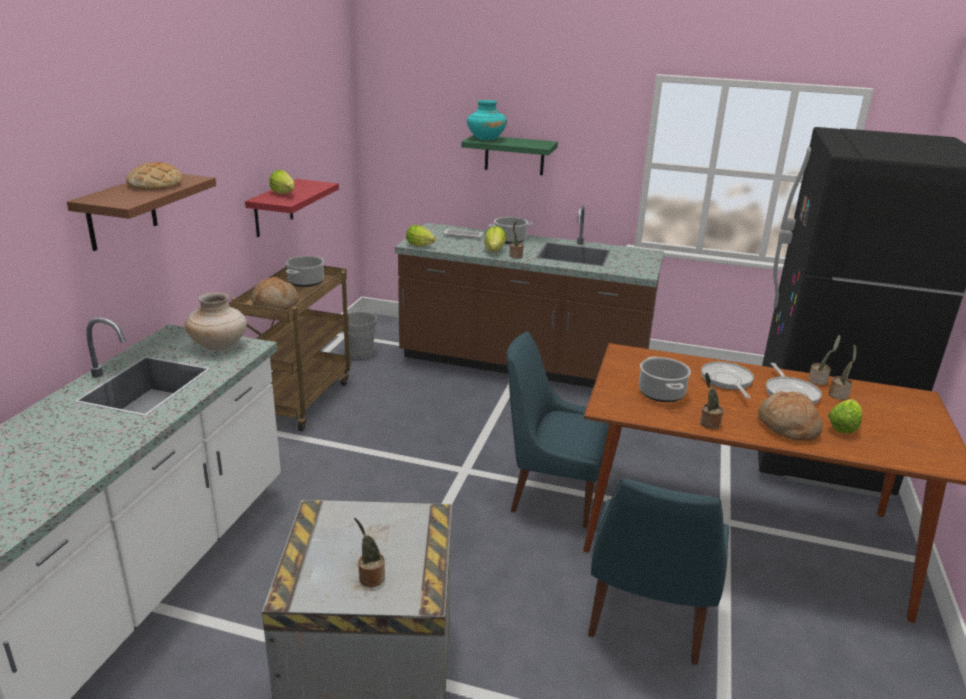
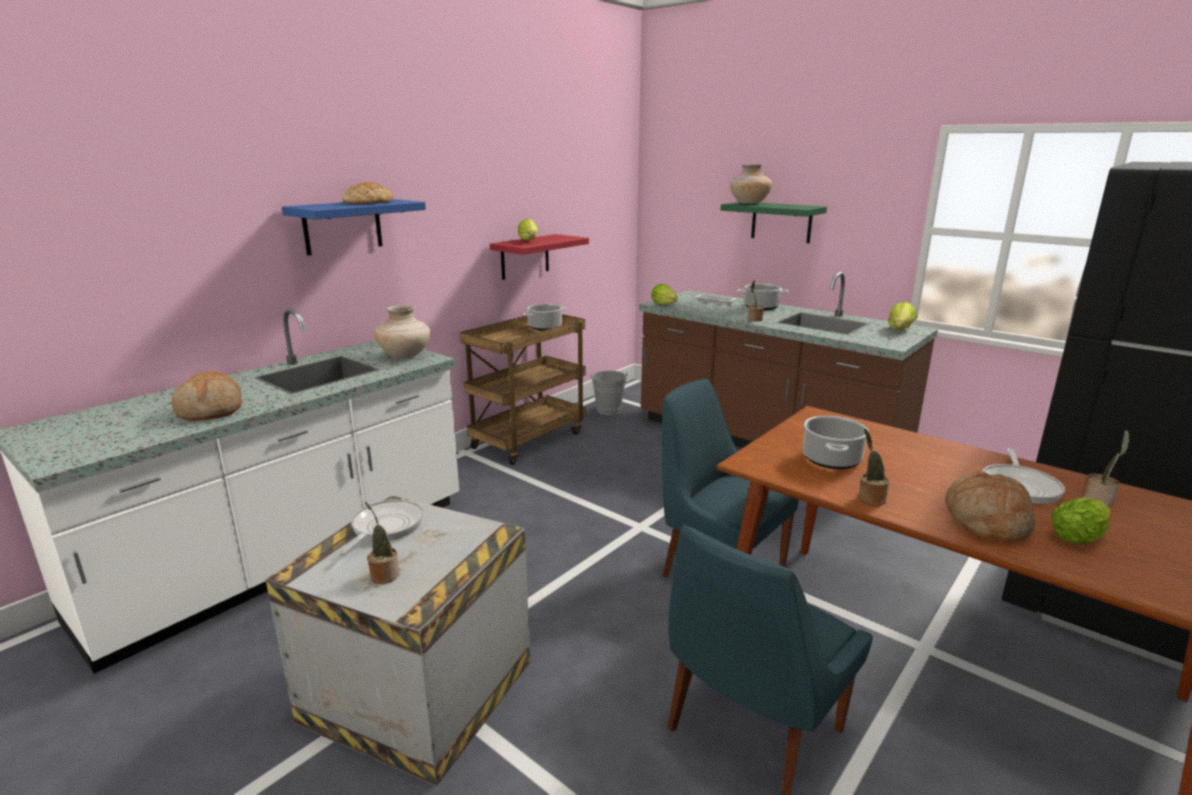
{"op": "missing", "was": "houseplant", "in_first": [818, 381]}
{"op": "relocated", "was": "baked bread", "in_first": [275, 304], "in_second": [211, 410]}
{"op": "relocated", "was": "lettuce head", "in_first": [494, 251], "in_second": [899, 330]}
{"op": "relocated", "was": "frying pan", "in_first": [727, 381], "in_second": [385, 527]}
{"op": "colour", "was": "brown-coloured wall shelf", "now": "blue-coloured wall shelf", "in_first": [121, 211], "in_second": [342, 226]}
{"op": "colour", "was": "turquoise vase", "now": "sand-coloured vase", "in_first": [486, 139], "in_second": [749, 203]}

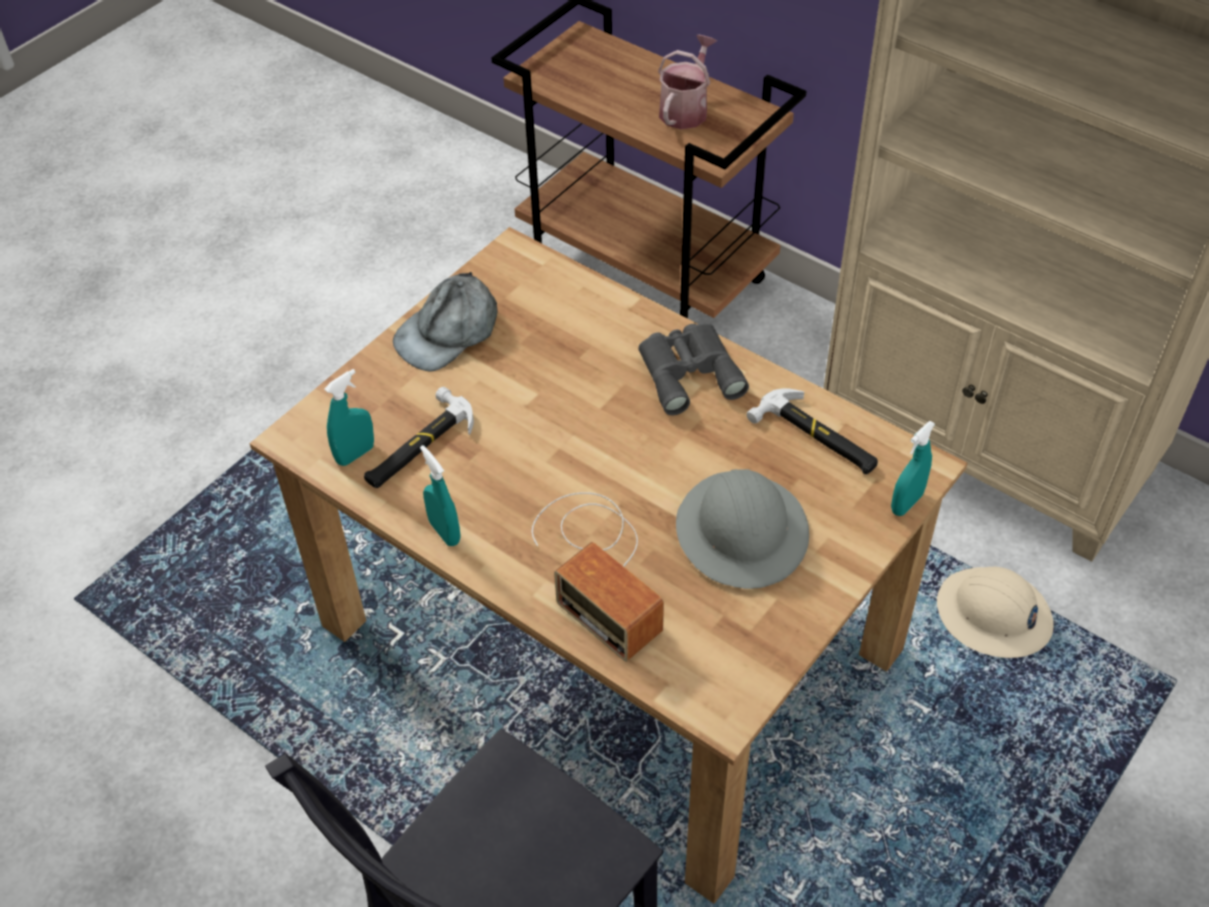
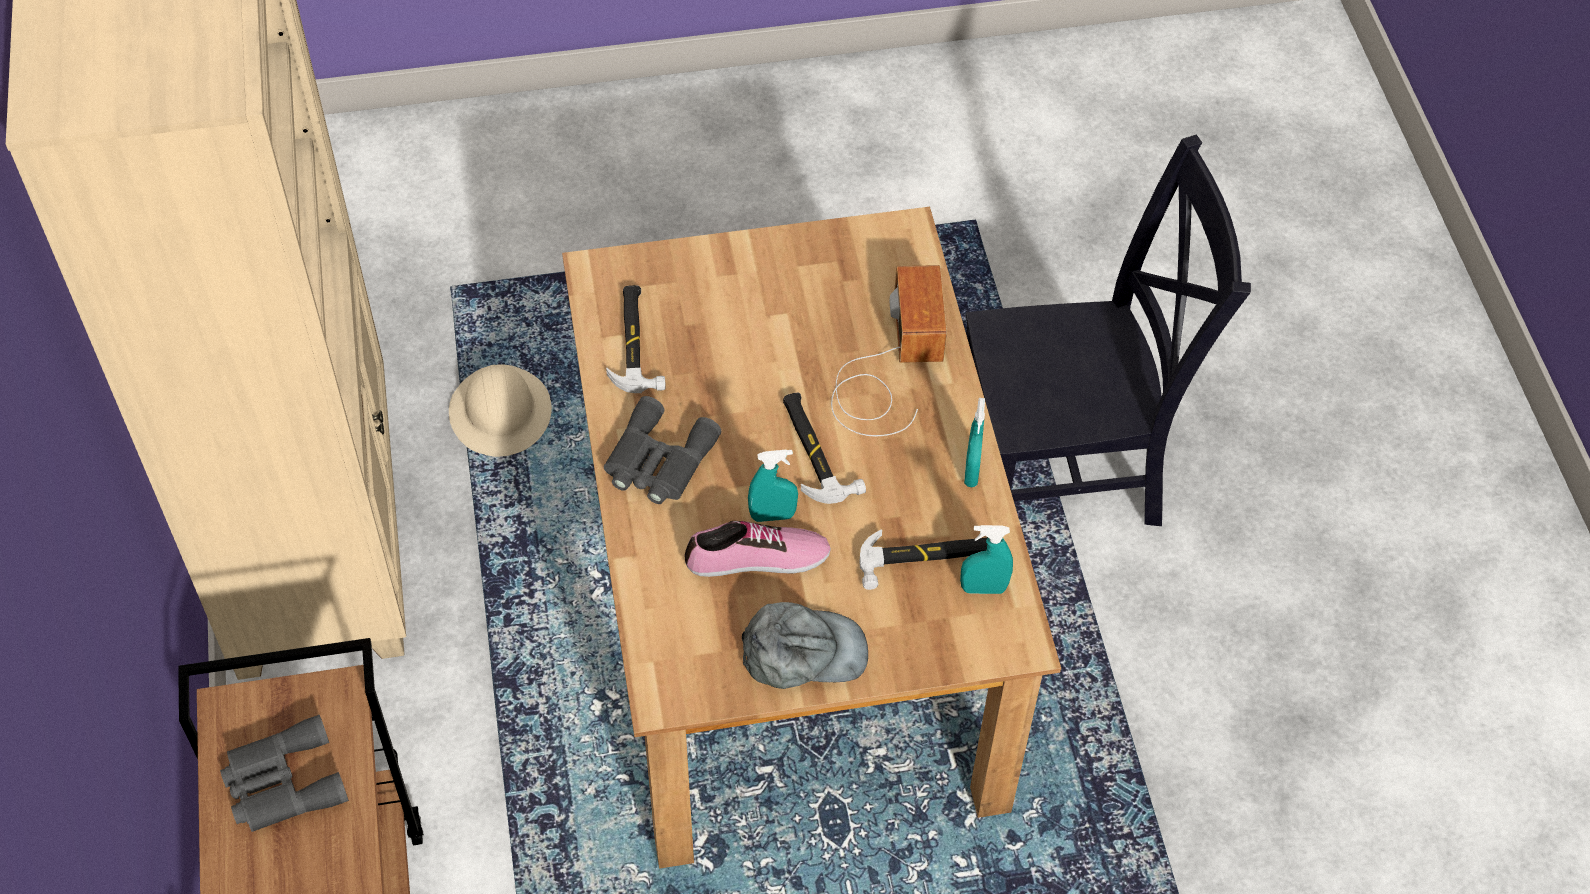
{"op": "missing", "was": "greyish safety helmet", "in_first": [742, 531]}
{"op": "appeared", "now": "item of footwear", "in_second": [757, 559]}
{"op": "appeared", "now": "hammer", "in_second": [815, 450]}
{"op": "relocated", "was": "turquoise sprayer", "in_first": [906, 503], "in_second": [772, 516]}
{"op": "exchanged", "was": "watering pot", "now": "greyish binoculars", "in_first": [686, 109], "in_second": [281, 783]}

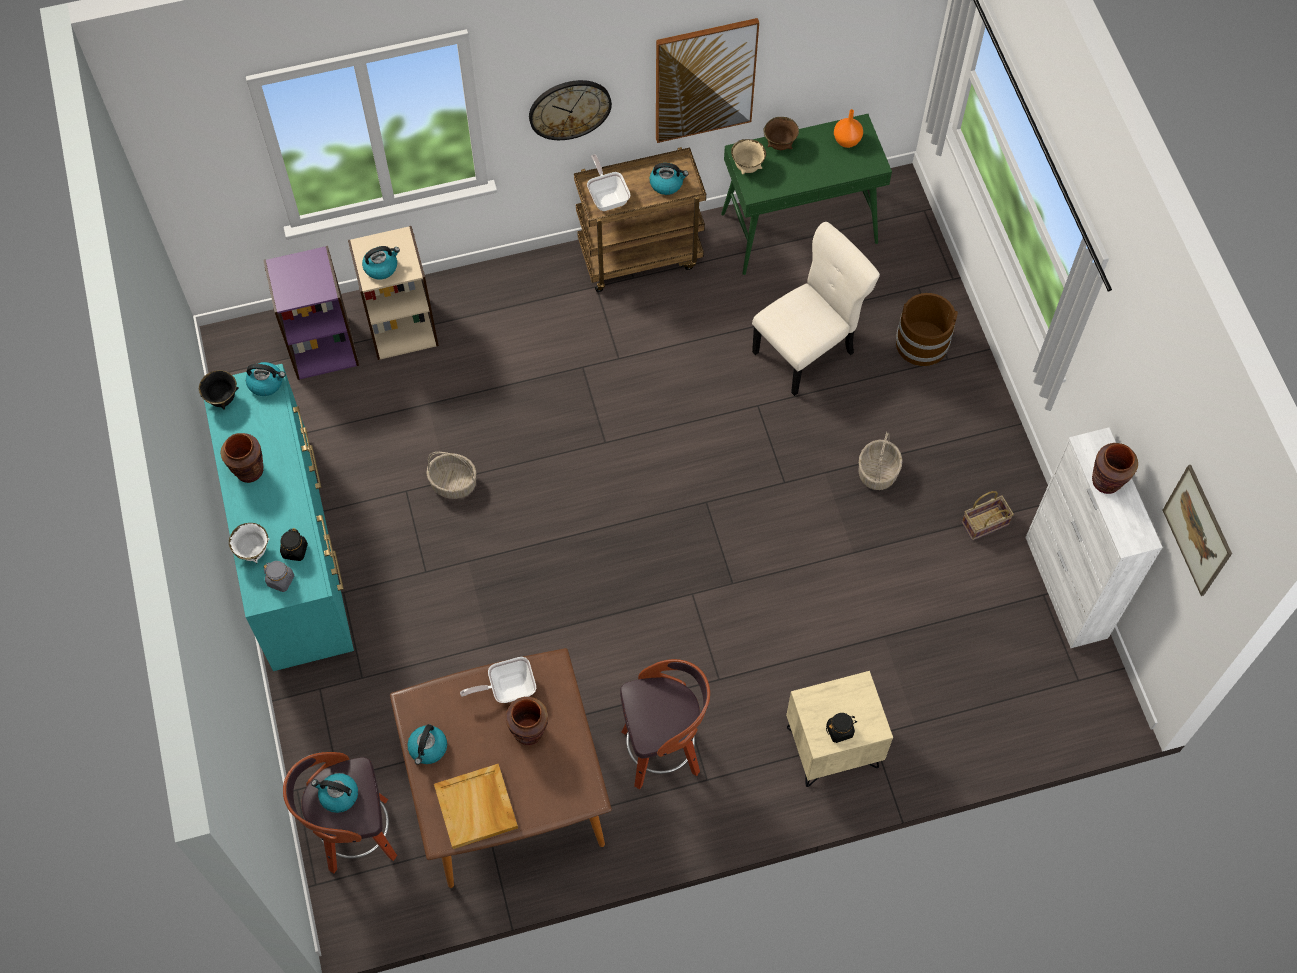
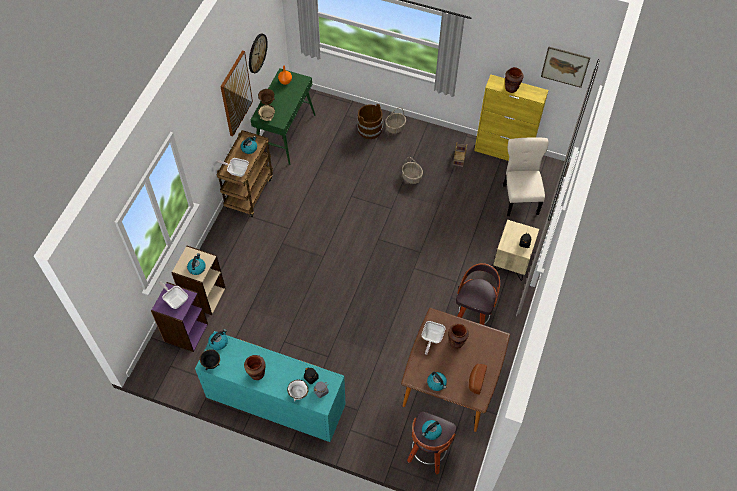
{"op": "appeared", "now": "frying pan", "in_second": [175, 299]}
{"op": "relocated", "was": "basket", "in_first": [453, 483], "in_second": [395, 127]}
{"op": "relocated", "was": "wall clock", "in_first": [569, 109], "in_second": [257, 53]}
{"op": "relocated", "was": "sand-coloured chair", "in_first": [807, 351], "in_second": [520, 198]}
{"op": "exchanged", "was": "sand-coloured tray", "now": "baked bread", "in_first": [477, 807], "in_second": [476, 380]}
{"op": "colour", "was": "white storage cabinet", "now": "yellow-coloured storage cabinet", "in_first": [1066, 588], "in_second": [503, 152]}

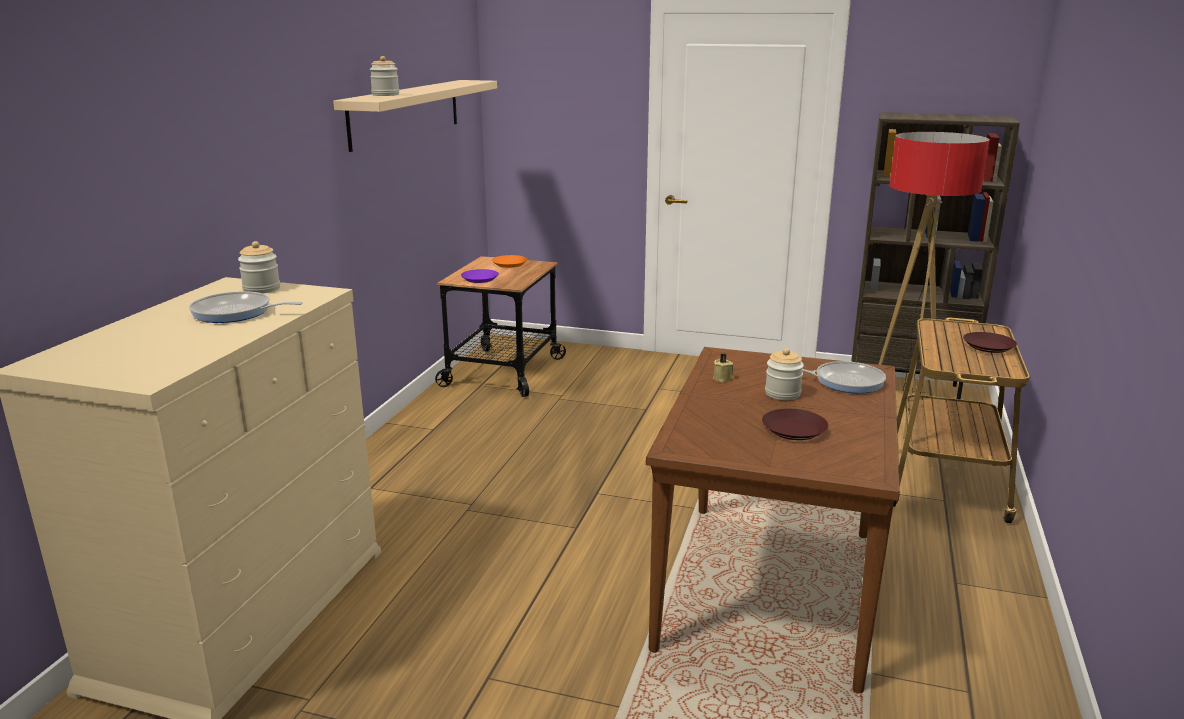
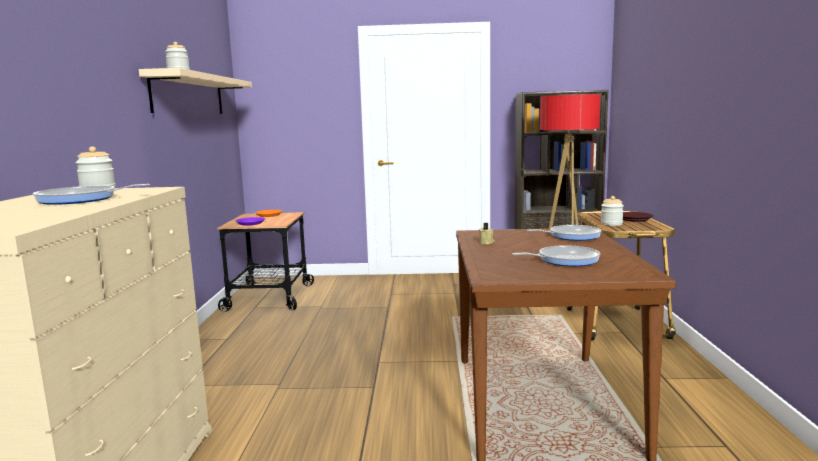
{"op": "relocated", "was": "jar", "in_first": [782, 393], "in_second": [611, 224]}
{"op": "exchanged", "was": "brown-coloured dinner plate", "now": "frying pan", "in_first": [793, 429], "in_second": [564, 260]}

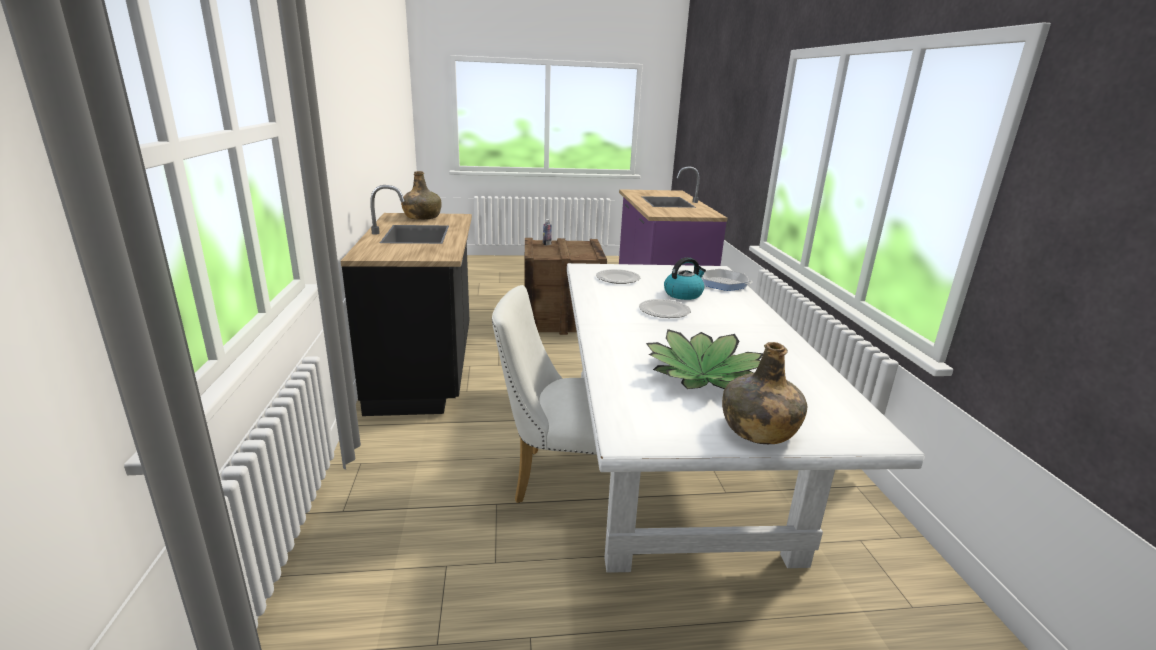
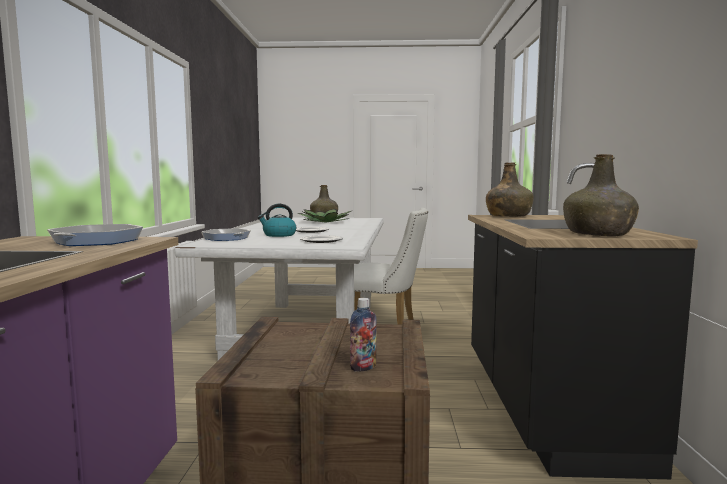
{"op": "appeared", "now": "frying pan", "in_second": [97, 241]}
{"op": "appeared", "now": "green drink bottle", "in_second": [508, 216]}

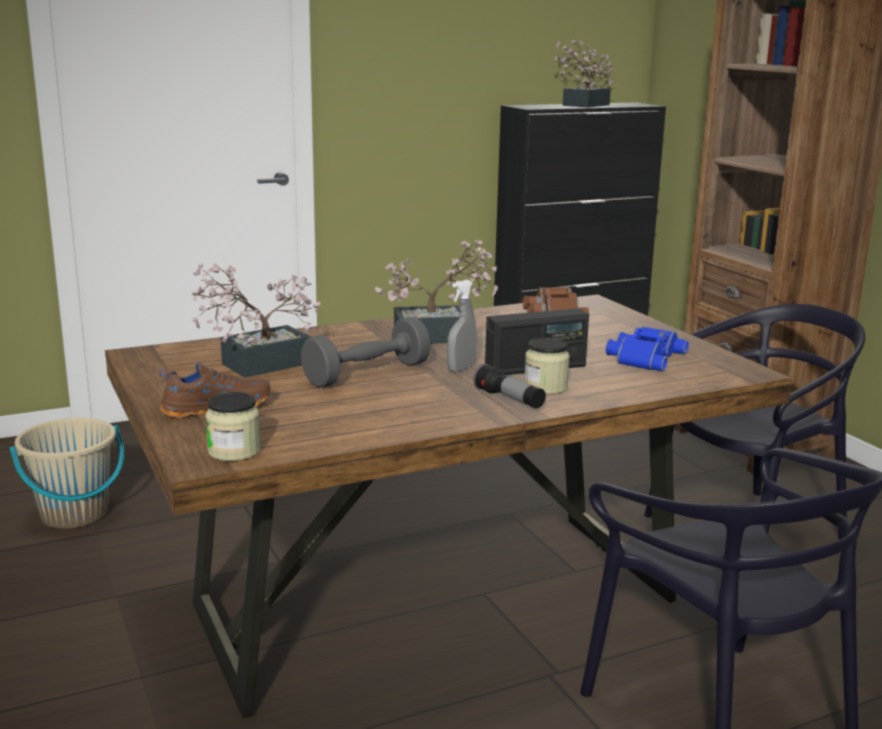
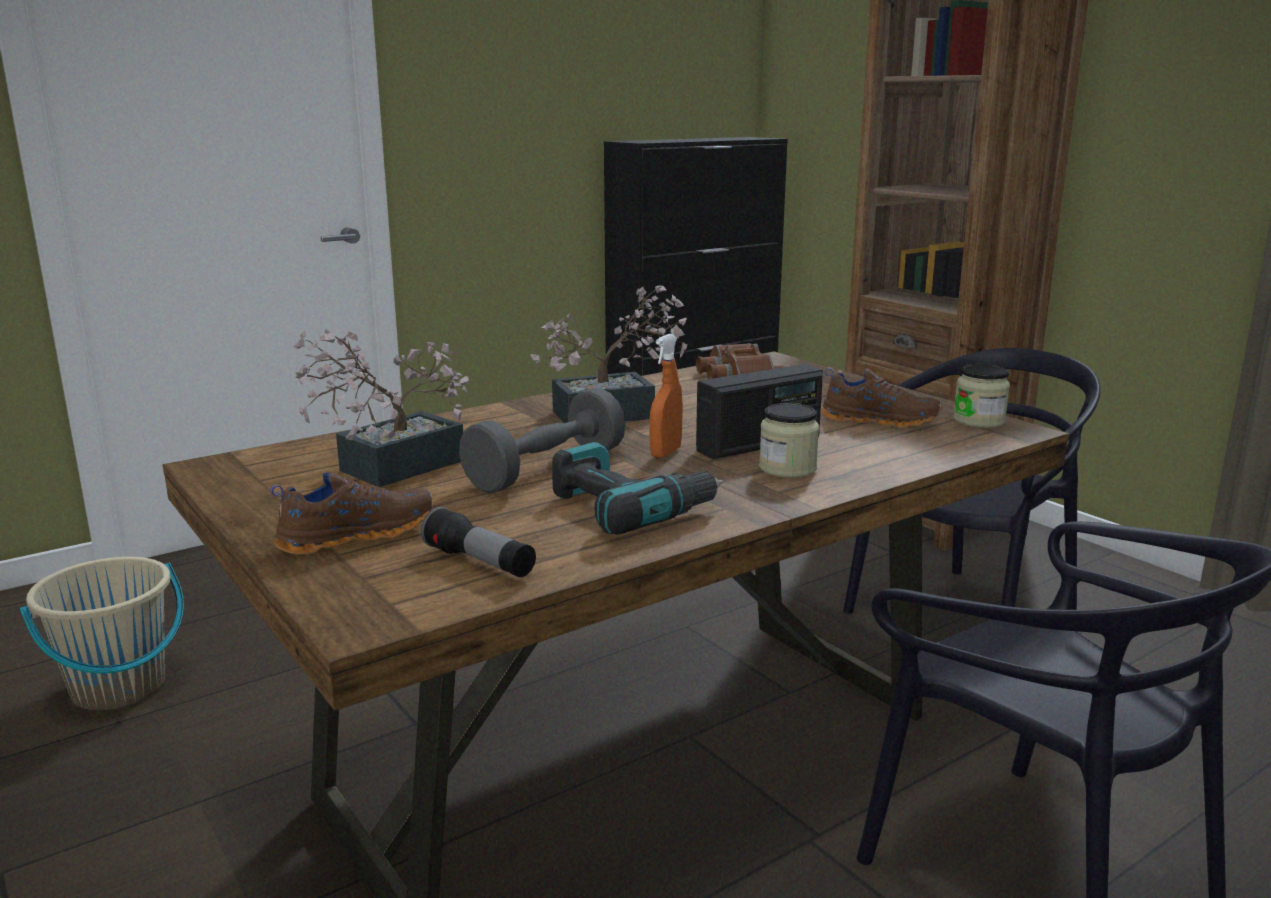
{"op": "missing", "was": "houseplant", "in_first": [582, 105]}
{"op": "appeared", "now": "drill", "in_second": [630, 507]}
{"op": "relocated", "was": "jar", "in_first": [234, 451], "in_second": [979, 421]}
{"op": "relocated", "was": "torch", "in_first": [509, 399], "in_second": [480, 562]}
{"op": "exchanged", "was": "blue-coloured binoculars", "now": "brown-coloured item of footwear", "in_first": [643, 357], "in_second": [879, 420]}
{"op": "colour", "was": "greyish sprayer", "now": "orange-coloured sprayer", "in_first": [461, 369], "in_second": [665, 453]}

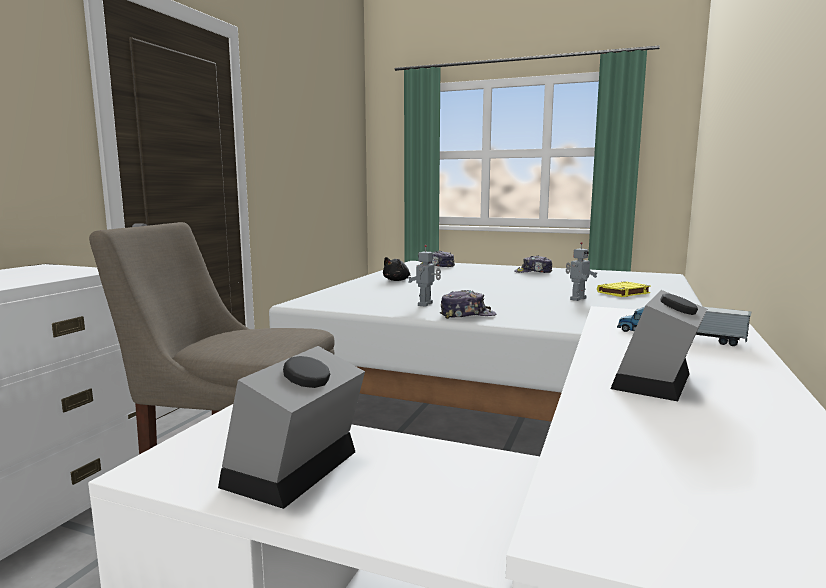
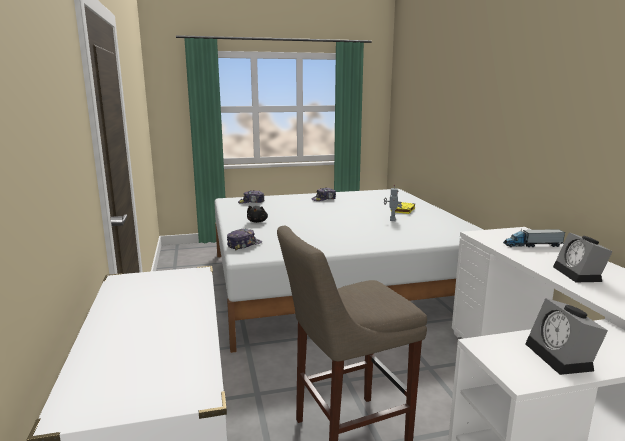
{"op": "missing", "was": "model robot", "in_first": [426, 304]}
{"op": "relocated", "was": "baseball cap", "in_first": [467, 315], "in_second": [244, 245]}

